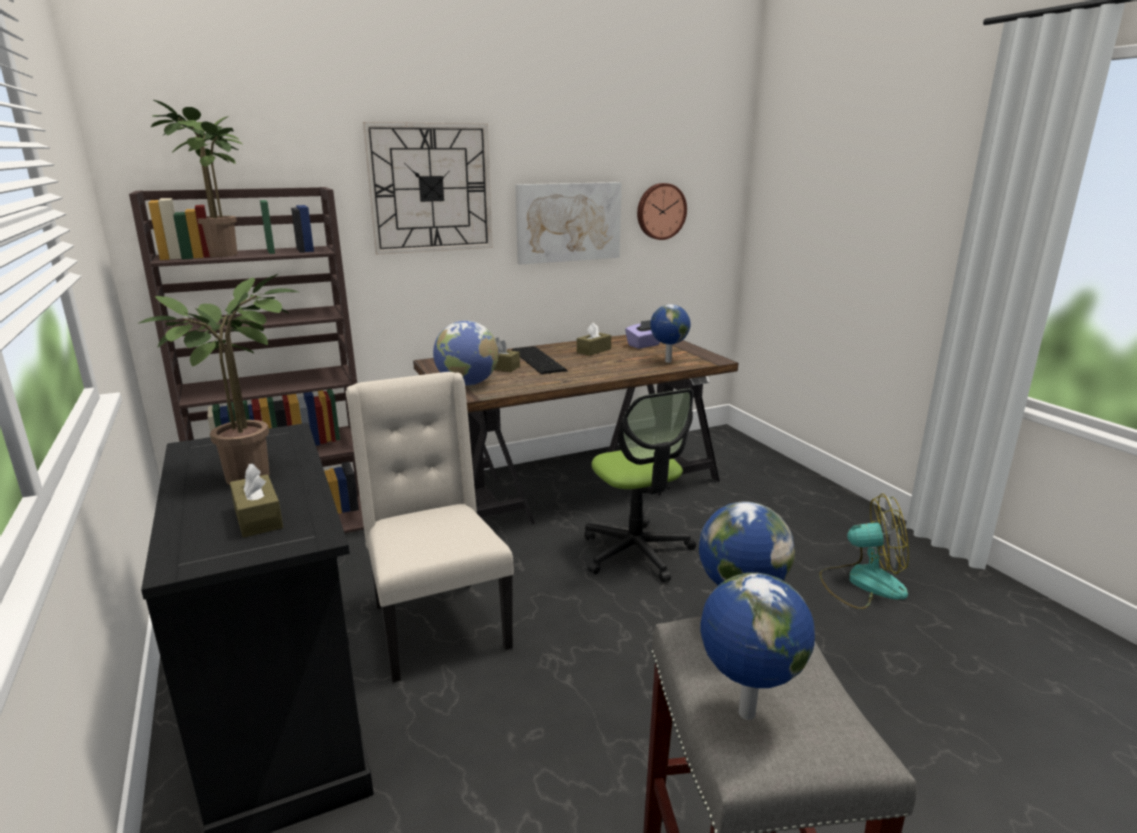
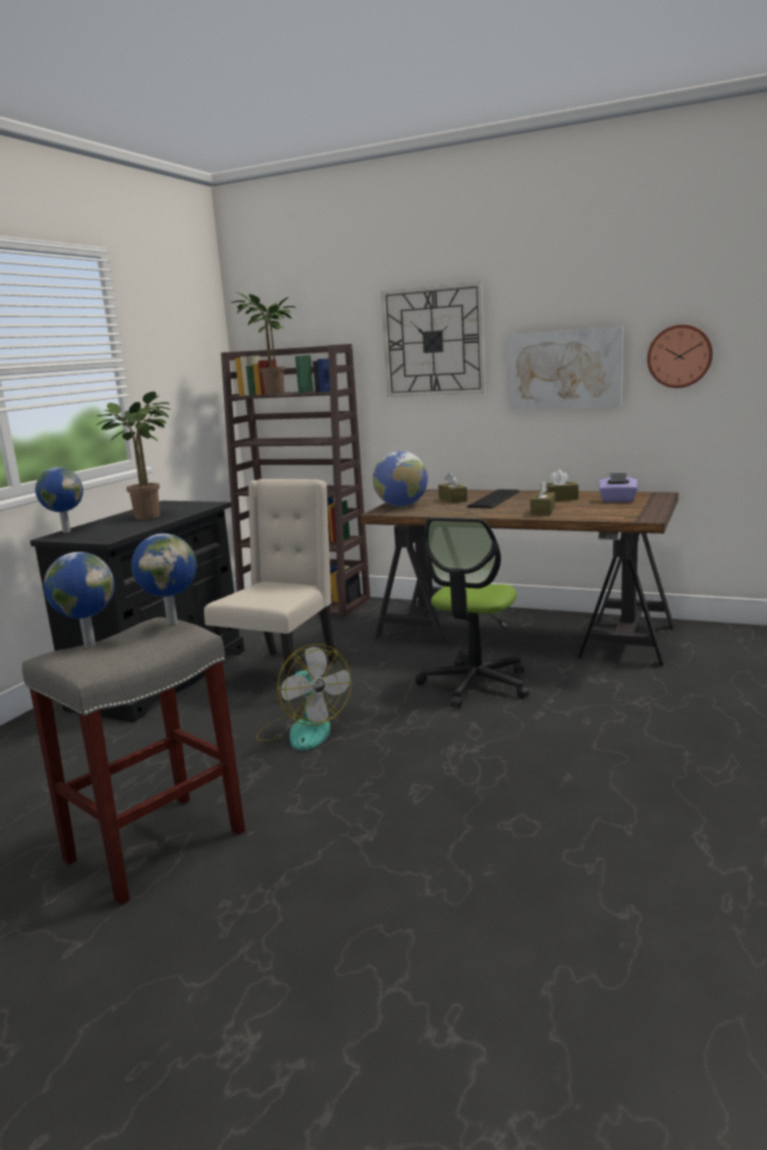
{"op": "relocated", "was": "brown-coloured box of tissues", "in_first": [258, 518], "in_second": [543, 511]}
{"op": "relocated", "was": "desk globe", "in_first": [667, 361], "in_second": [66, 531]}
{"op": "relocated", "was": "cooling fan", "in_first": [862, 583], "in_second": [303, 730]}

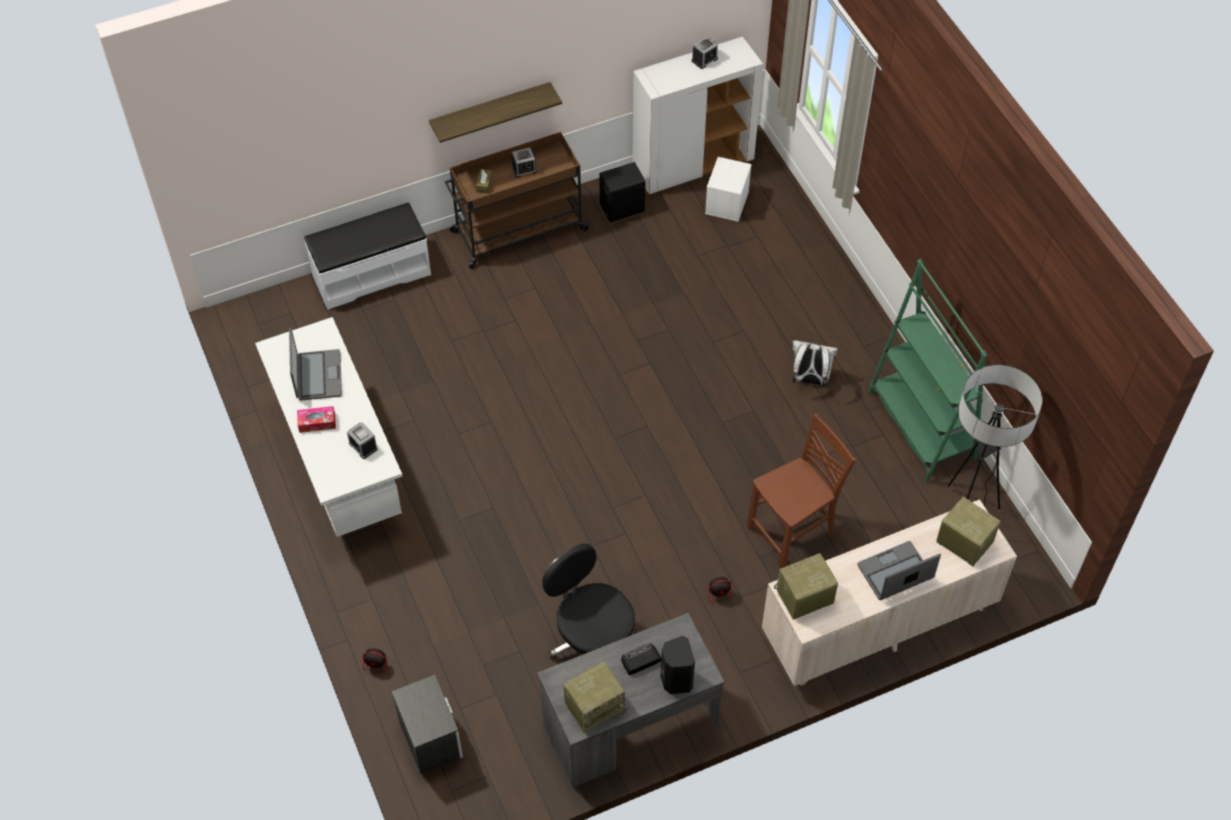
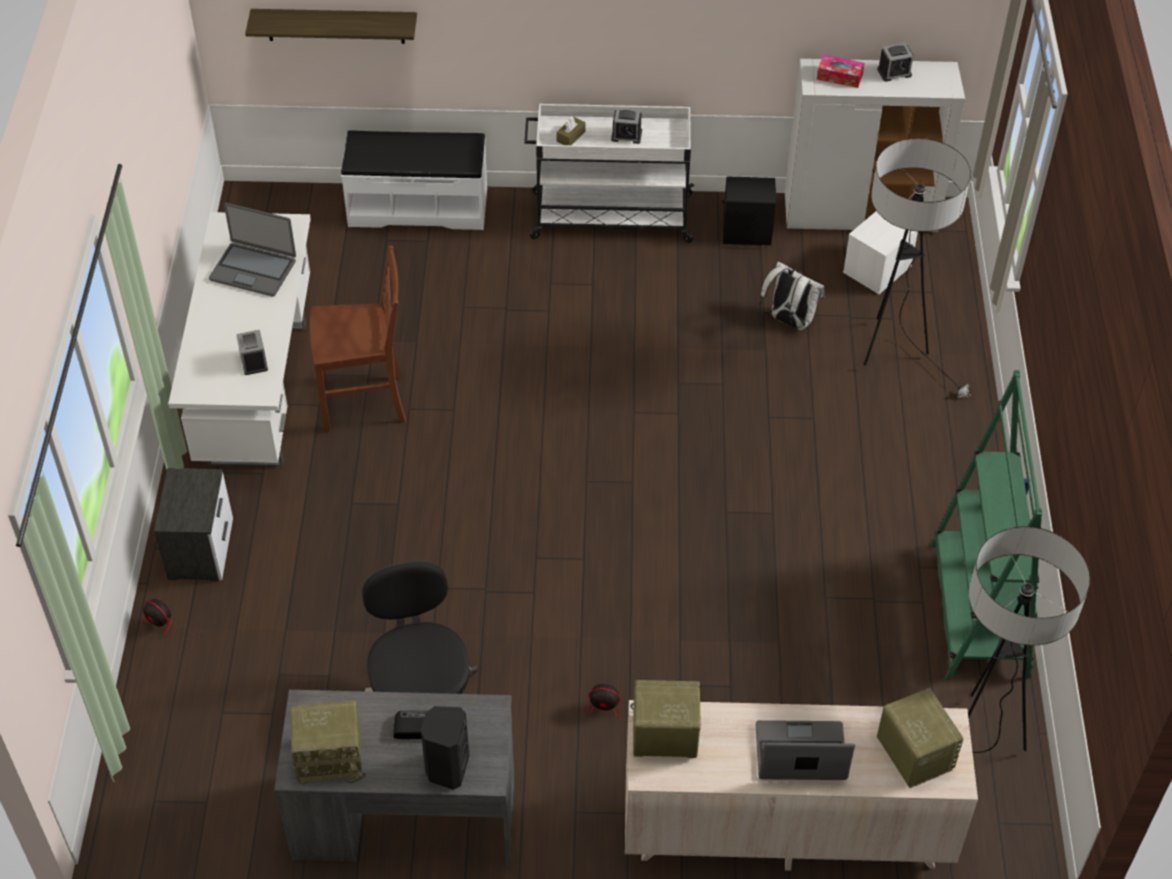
{"op": "appeared", "now": "standing lamp", "in_second": [893, 352]}
{"op": "relocated", "was": "box of tissues", "in_first": [317, 422], "in_second": [839, 76]}
{"op": "relocated", "was": "bedside table", "in_first": [430, 738], "in_second": [201, 548]}
{"op": "relocated", "was": "wall shelf", "in_first": [490, 111], "in_second": [335, 26]}
{"op": "relocated", "was": "brown-coloured chair", "in_first": [793, 533], "in_second": [365, 402]}
{"op": "relocated", "was": "white knapsack", "in_first": [809, 379], "in_second": [788, 321]}
{"op": "colour", "was": "brown-coloured trolley", "now": "white trolley", "in_first": [517, 231], "in_second": [609, 217]}
{"op": "spun", "was": "notebook computer", "in_first": [318, 376], "in_second": [253, 269], "clockwise": 90}

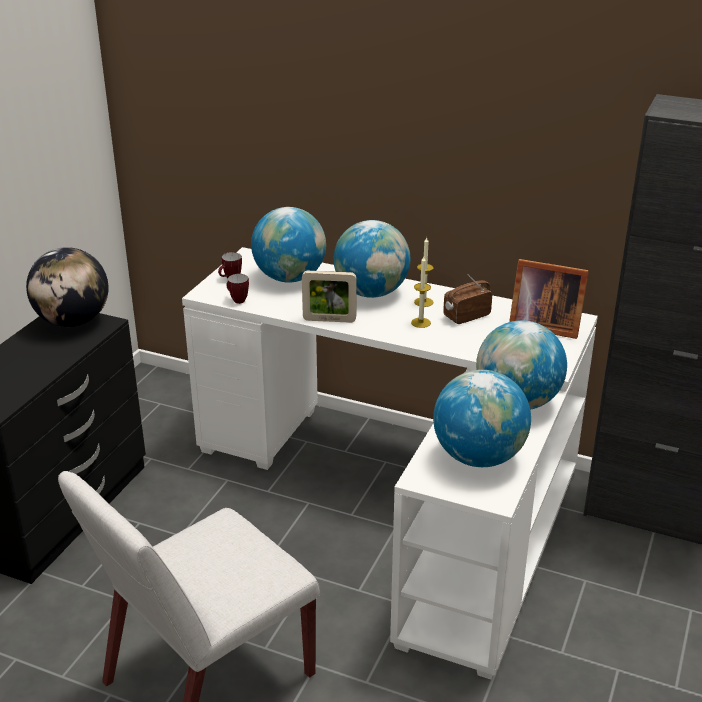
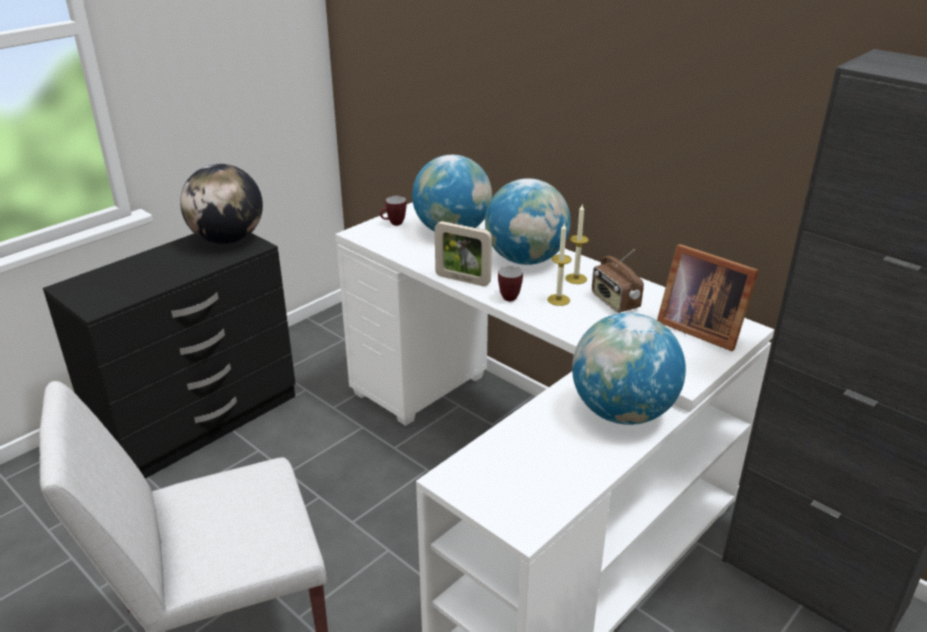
{"op": "missing", "was": "desk globe", "in_first": [478, 457]}
{"op": "relocated", "was": "mug", "in_first": [237, 300], "in_second": [507, 297]}
{"op": "spun", "was": "radio set", "in_first": [466, 316], "in_second": [614, 302], "clockwise": -105}

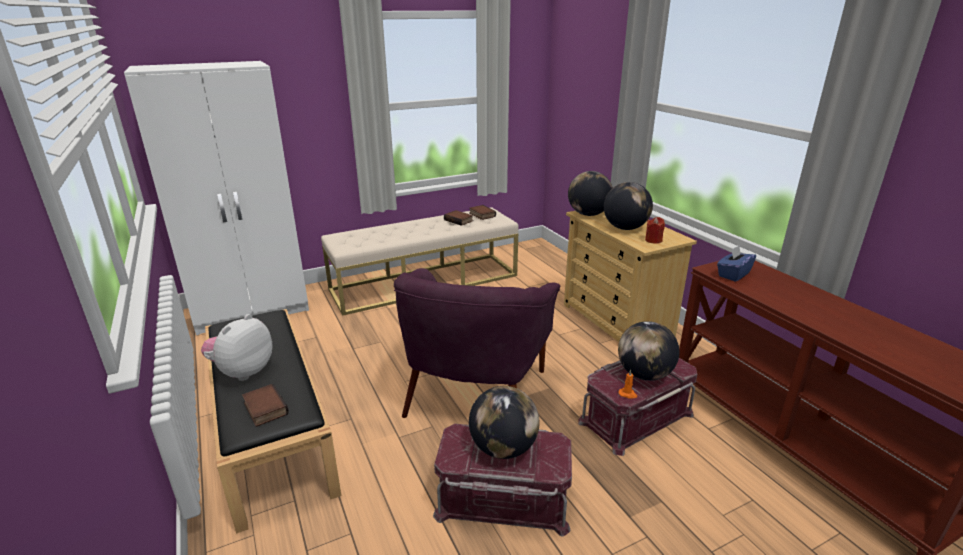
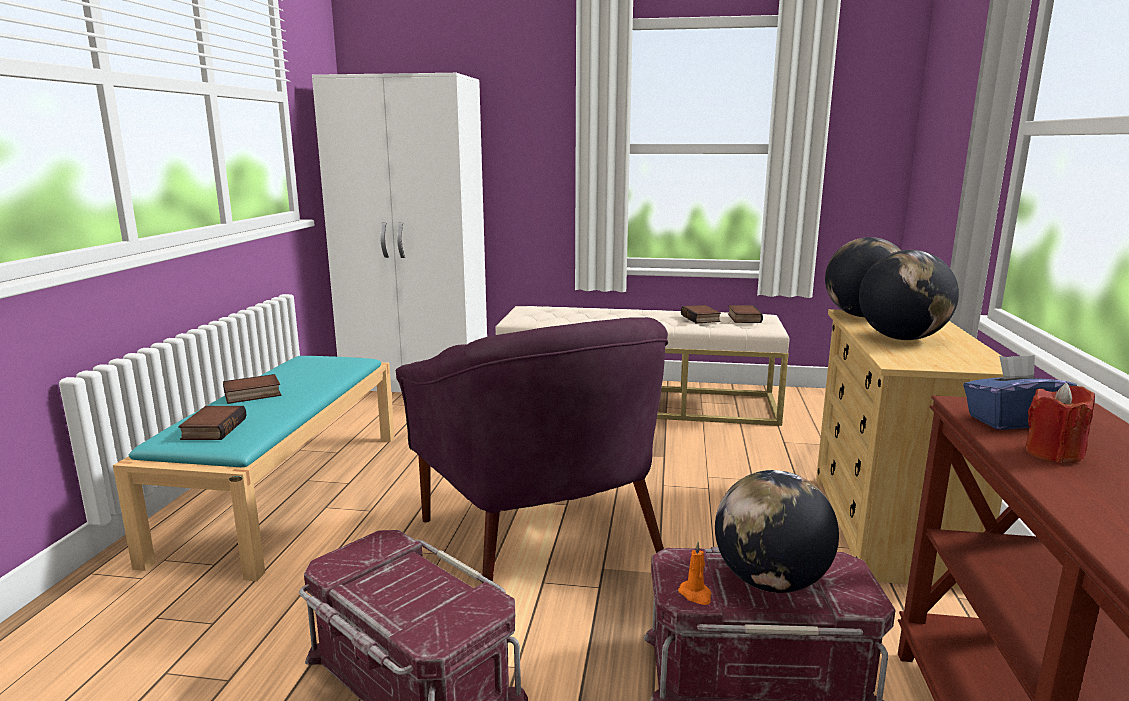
{"op": "missing", "was": "desk globe", "in_first": [503, 448]}
{"op": "relocated", "was": "reddish wax light", "in_first": [653, 240], "in_second": [1053, 453]}
{"op": "exchanged", "was": "cuddly toy", "now": "book", "in_first": [243, 371], "in_second": [252, 395]}
{"op": "colour", "was": "black indoor bench", "now": "turquoise indoor bench", "in_first": [270, 429], "in_second": [287, 490]}
{"op": "spun", "was": "purple-coloured armchair", "in_first": [474, 393], "in_second": [542, 538], "clockwise": -75}

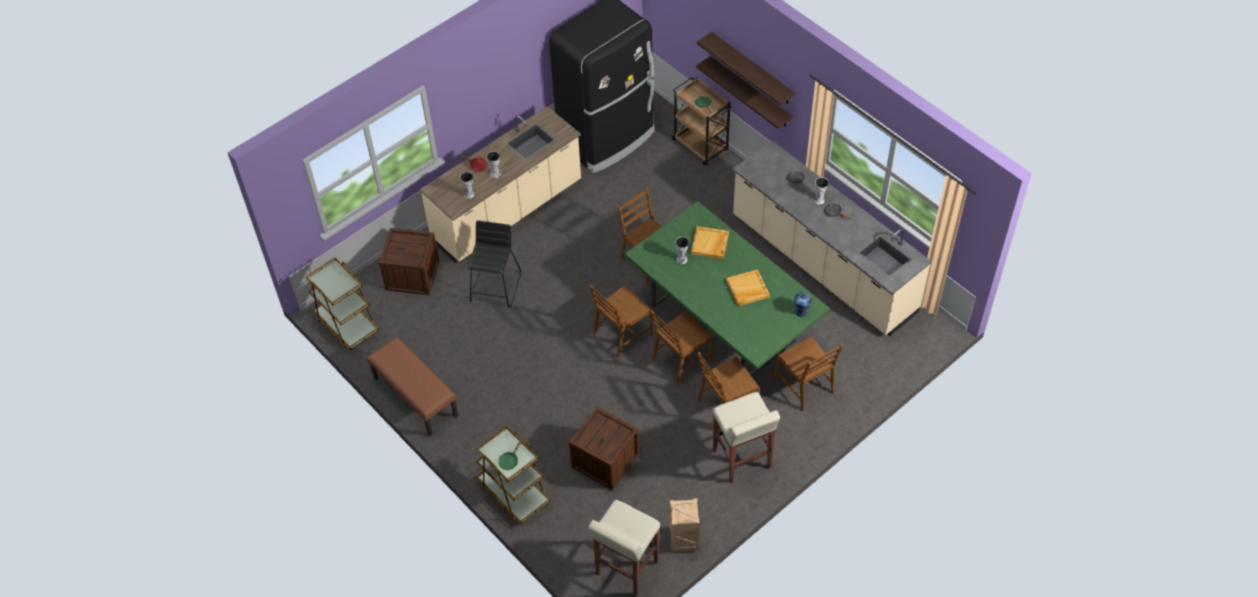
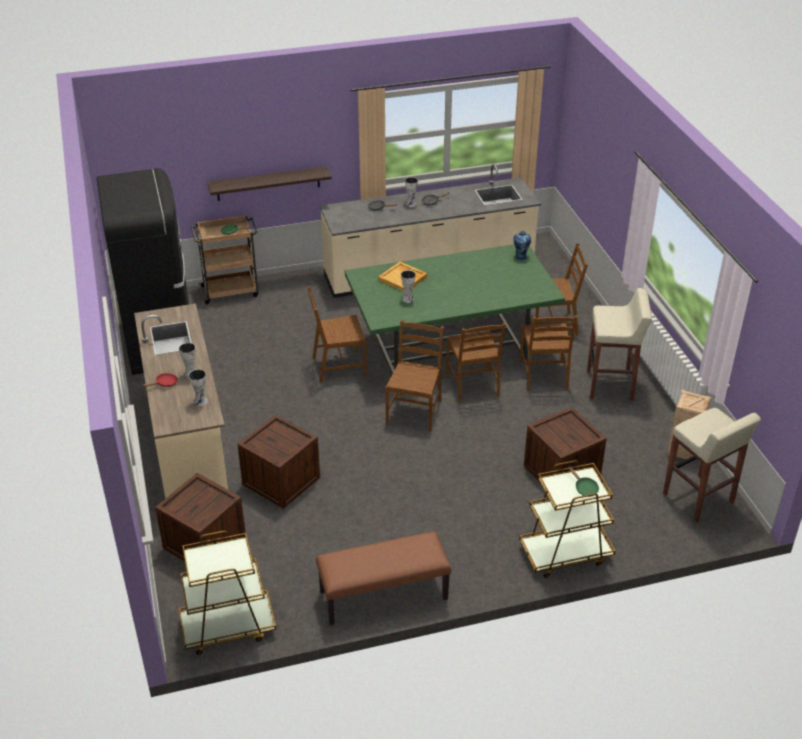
{"op": "missing", "was": "wall shelf", "in_first": [752, 69]}
{"op": "missing", "was": "sand-coloured tray", "in_first": [747, 289]}
{"op": "exchanged", "was": "black stool seat", "now": "crate", "in_first": [495, 287], "in_second": [281, 481]}
{"op": "spun", "was": "brown-coloured chair", "in_first": [622, 334], "in_second": [414, 411], "clockwise": -150}

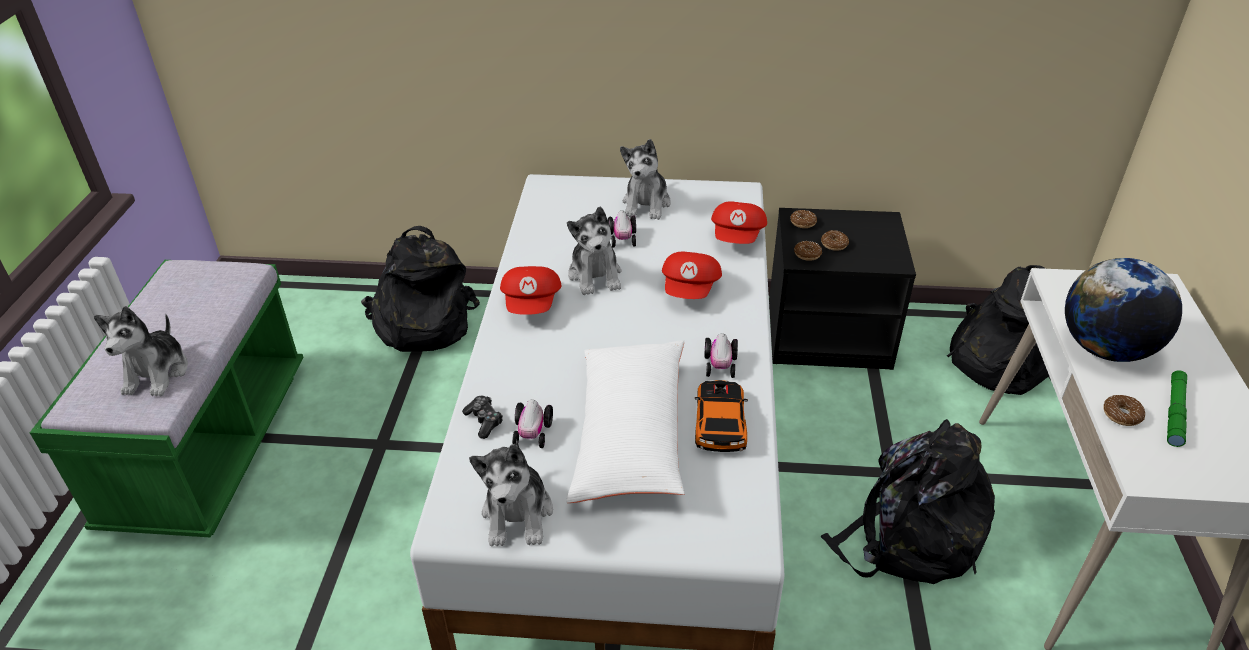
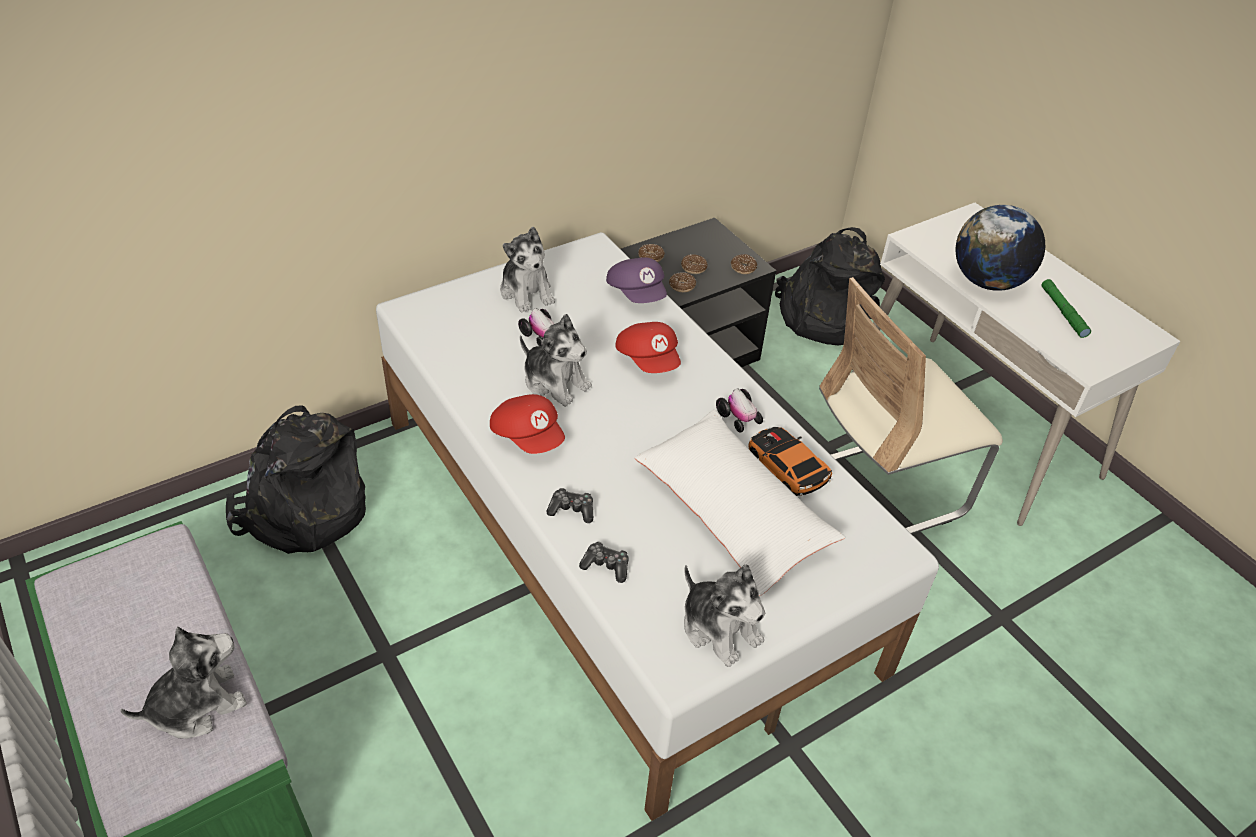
{"op": "missing", "was": "miniature car", "in_first": [532, 432]}
{"op": "appeared", "now": "gamepad", "in_second": [572, 510]}
{"op": "relocated", "was": "donut", "in_first": [1121, 415], "in_second": [743, 268]}
{"op": "exchanged", "was": "black knapsack", "now": "sand-coloured chair", "in_first": [908, 537], "in_second": [879, 492]}
{"op": "colour", "was": "reddish baseball cap", "now": "purple-coloured baseball cap", "in_first": [738, 237], "in_second": [637, 293]}
{"op": "spun", "was": "cuddly toy", "in_first": [157, 373], "in_second": [197, 704], "clockwise": -90}

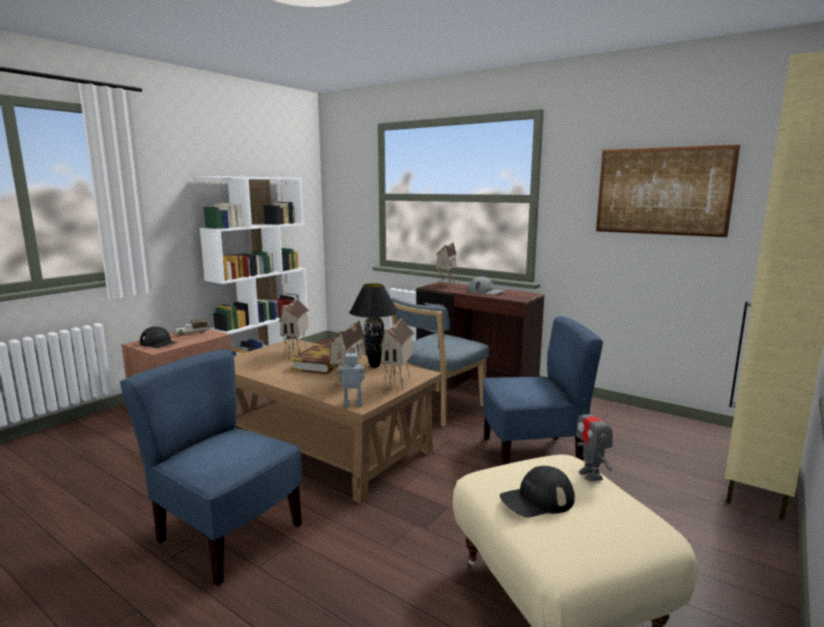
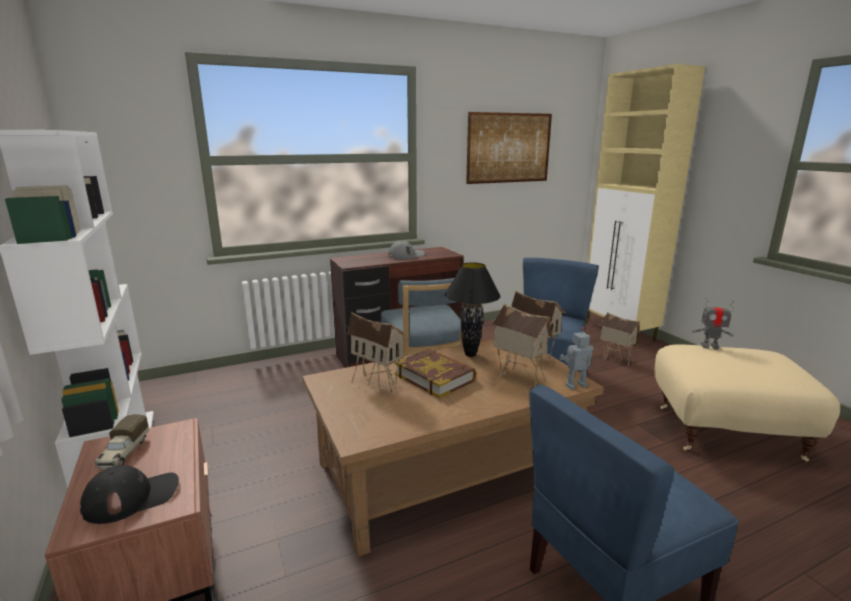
{"op": "missing", "was": "black baseball cap", "in_first": [537, 500]}
{"op": "relocated", "was": "toy house", "in_first": [445, 286], "in_second": [615, 359]}
{"op": "spun", "was": "model robot", "in_first": [352, 405], "in_second": [576, 386], "clockwise": 45}

